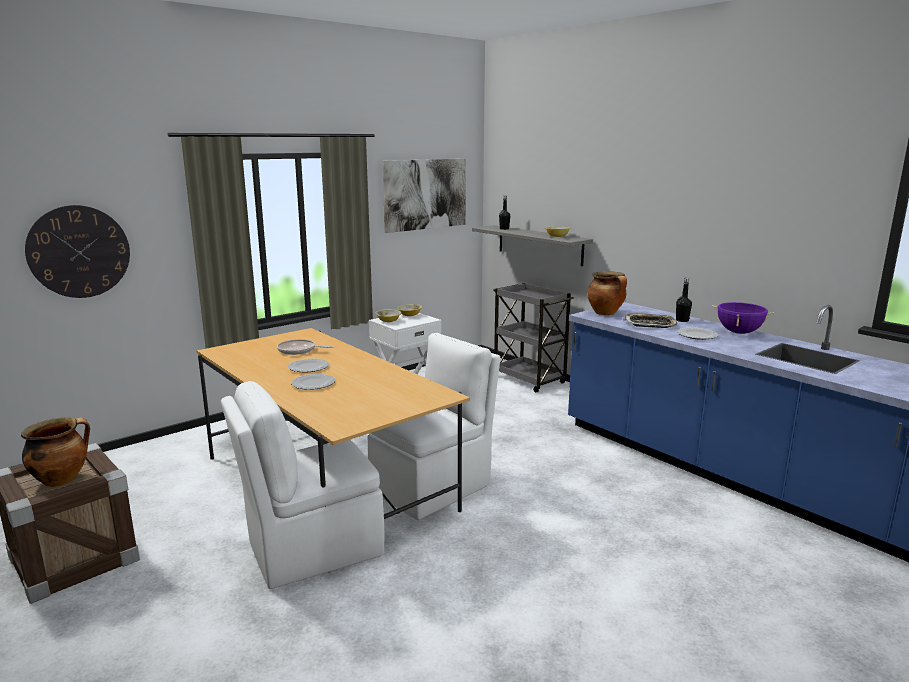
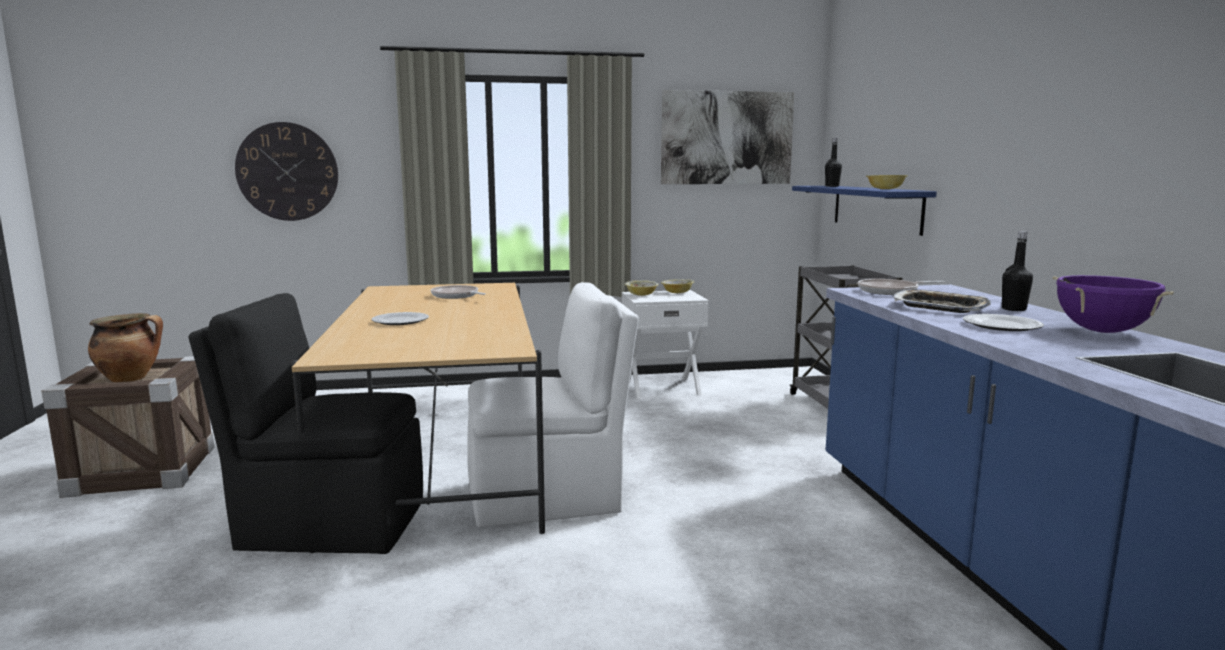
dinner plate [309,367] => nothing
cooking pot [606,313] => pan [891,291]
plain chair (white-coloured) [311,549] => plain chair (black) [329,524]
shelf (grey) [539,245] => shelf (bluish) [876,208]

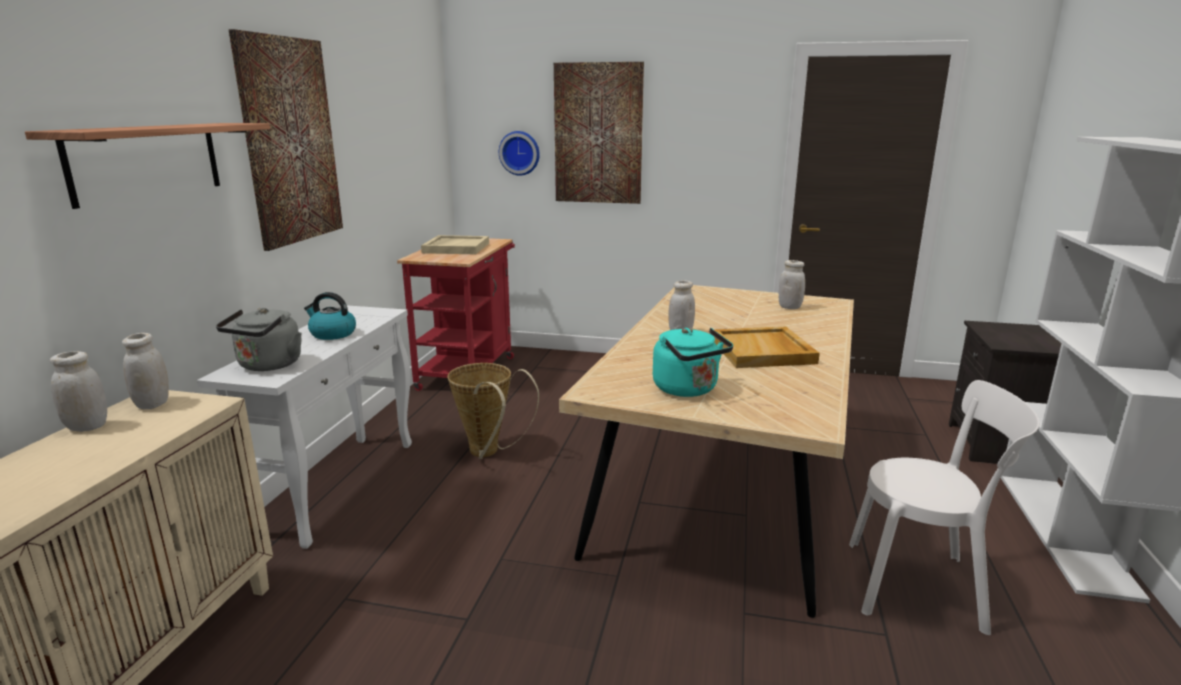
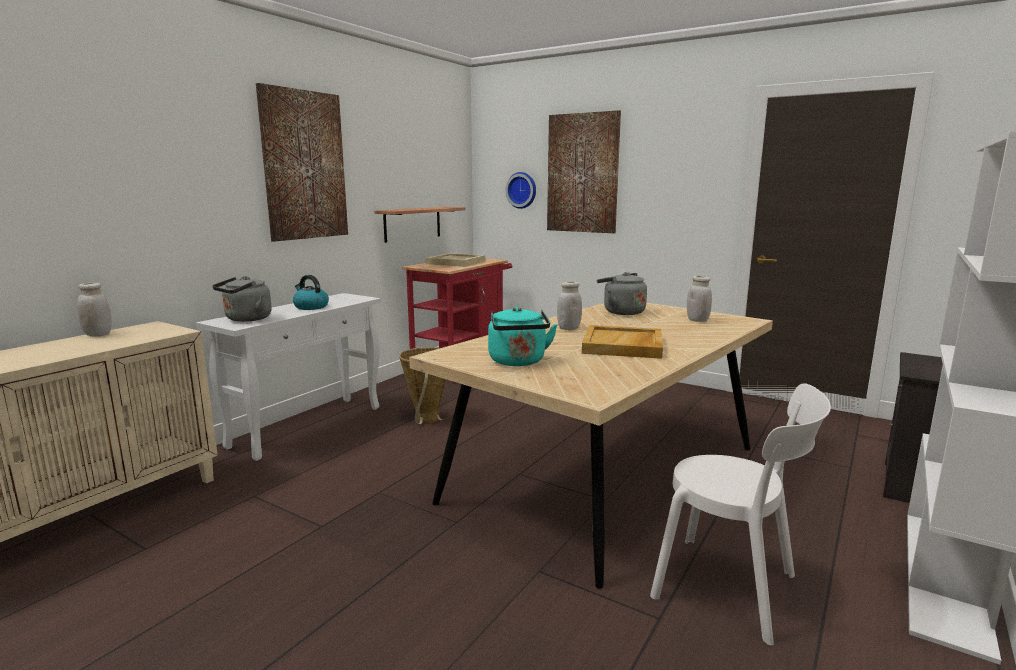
storage jar (white-coloured) [153,404] => nothing
nothing => tea kettle (grey) [621,312]
shelf [146,161] => shelf [412,223], moved

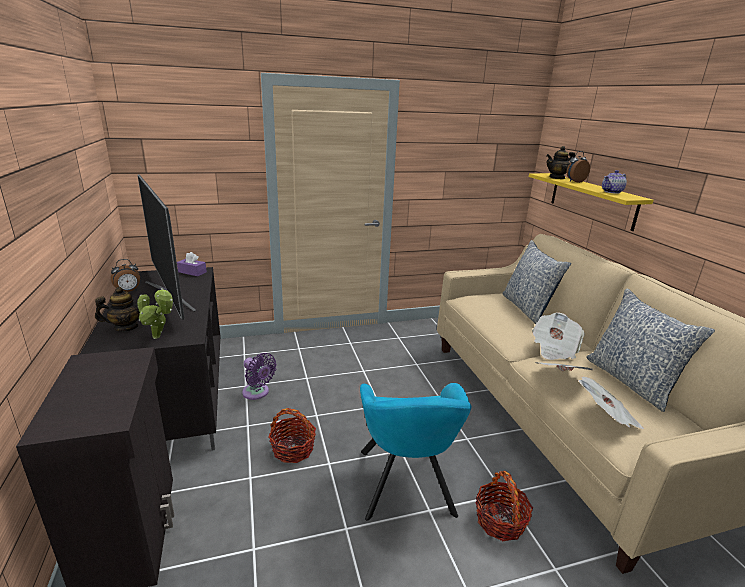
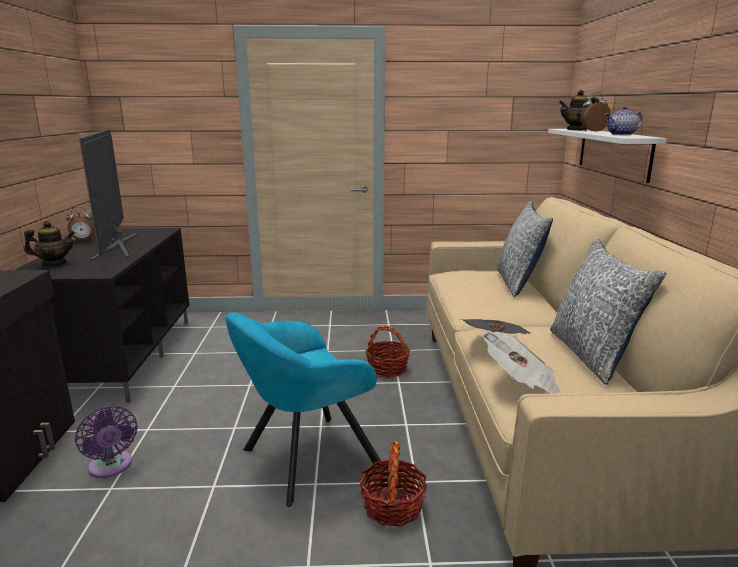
houseplant [158,337] => nothing
tissue box (purple) [192,272] => nothing
newspaper [554,348] => nothing
electric fan (purple) [257,393] => electric fan (purple) [111,467], moved
household basket [293,449] => household basket [387,369], moved
shelf (yellow-coloured) [591,200] => shelf (white-coloured) [613,152]
lounge chair (blue-green) [406,486] => lounge chair (blue-green) [304,459], 45 degrees clockwise

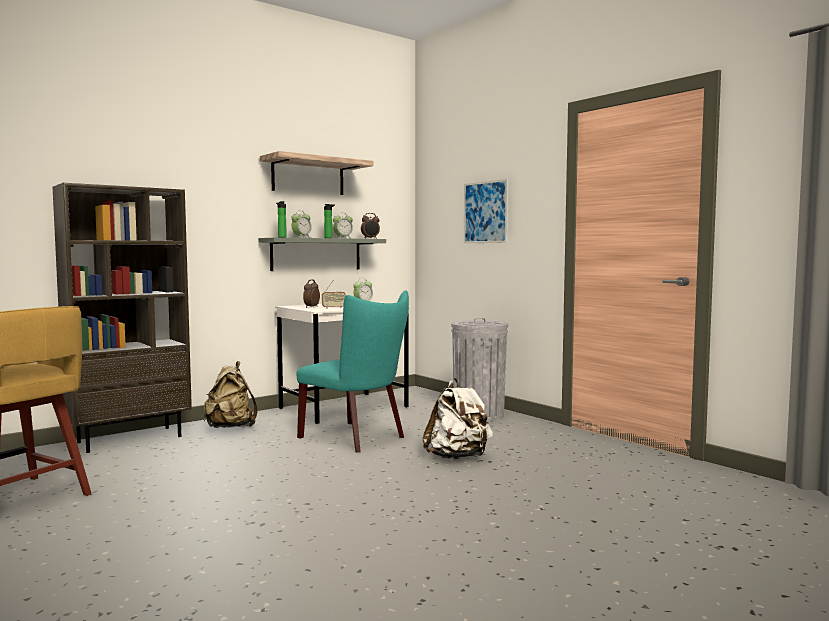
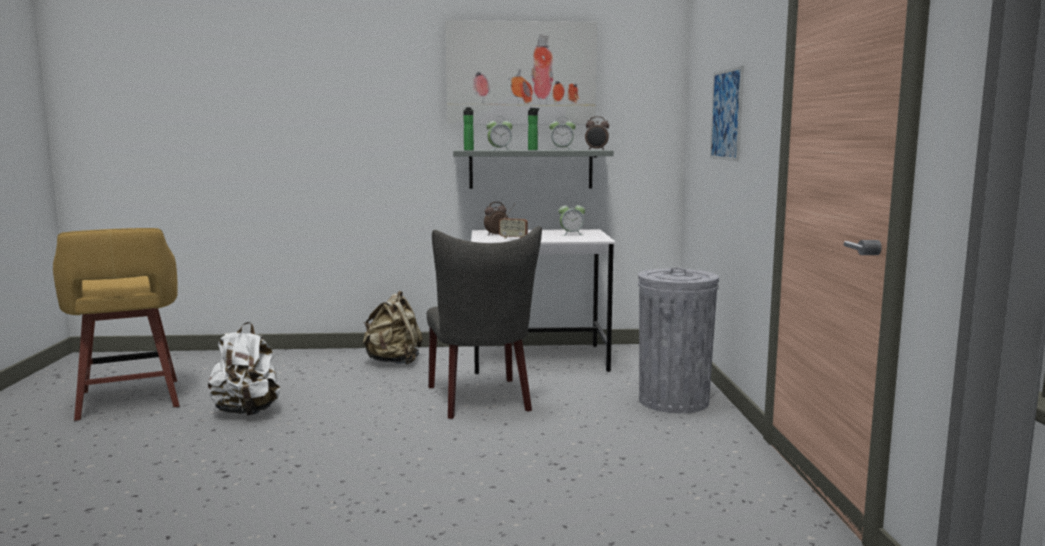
bookshelf (brown) [130,439] => nothing
rucksack (white-coloured) [458,457] => rucksack (white-coloured) [247,412], moved
shelf [308,176] => wall picture [521,73]
plain chair (blue-green) [357,438] => plain chair (grey) [482,400]

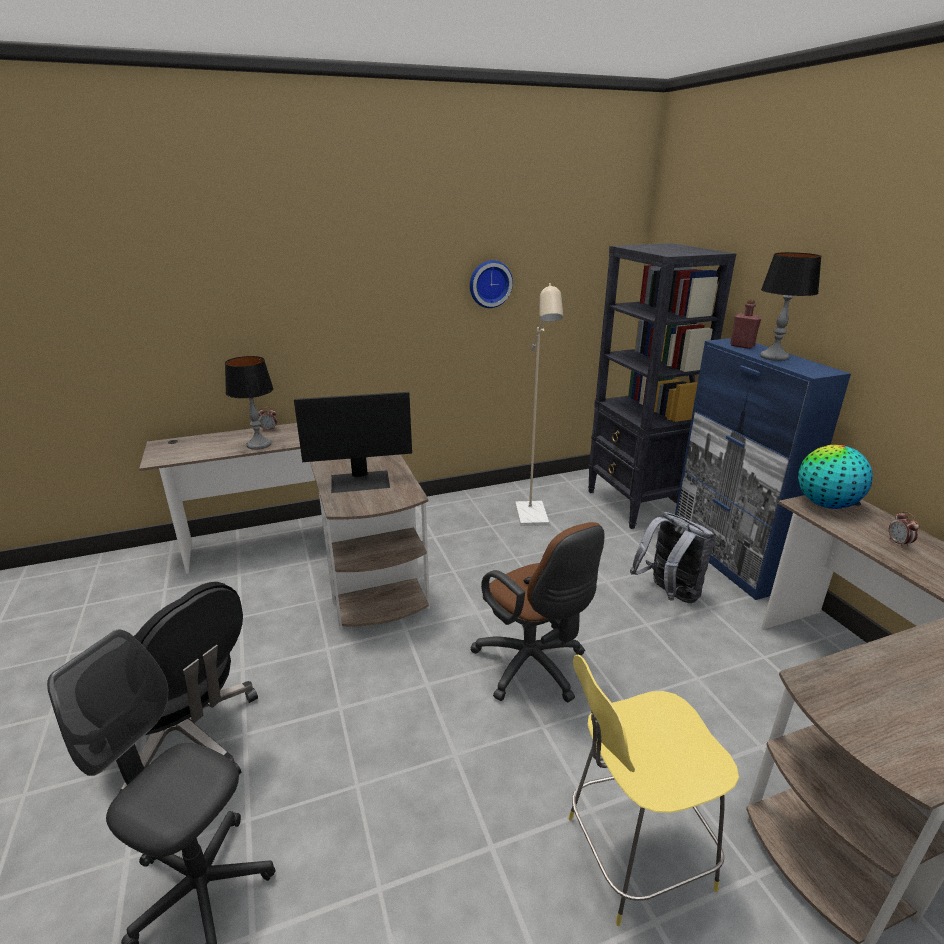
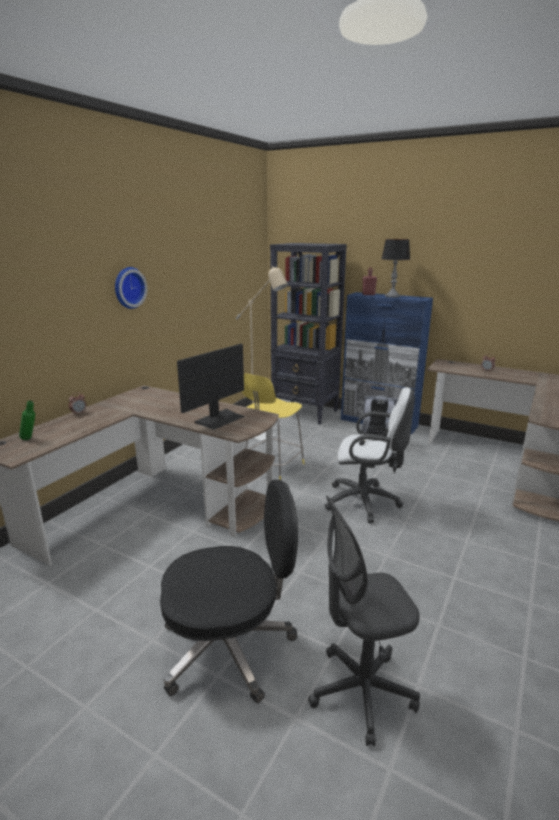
lamp for a table [258,445] => nothing
desk globe [825,504] => nothing
nothing => beverage bottle (green) [30,439]
wall clock [489,283] => wall clock [128,287], moved
stool seat (yellow-coloured) [633,853] => stool seat (yellow-coloured) [272,467], moved
office chair (brown) [533,668] => office chair (white-coloured) [366,502]

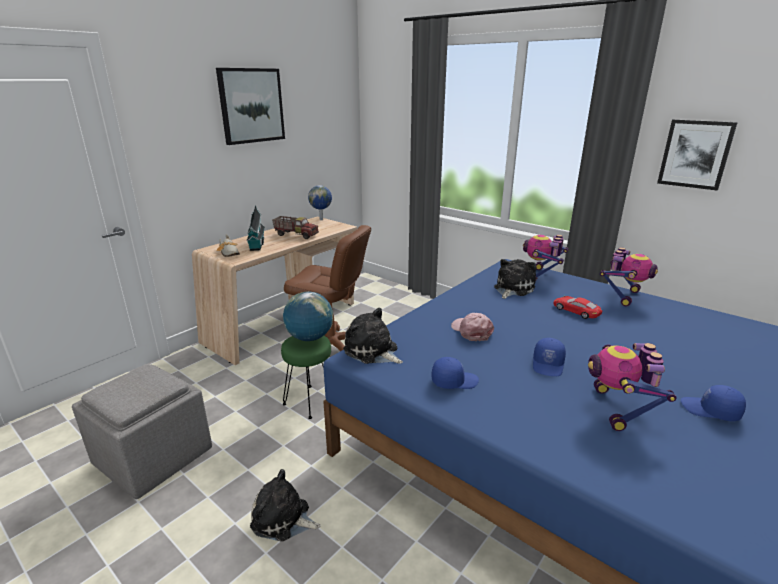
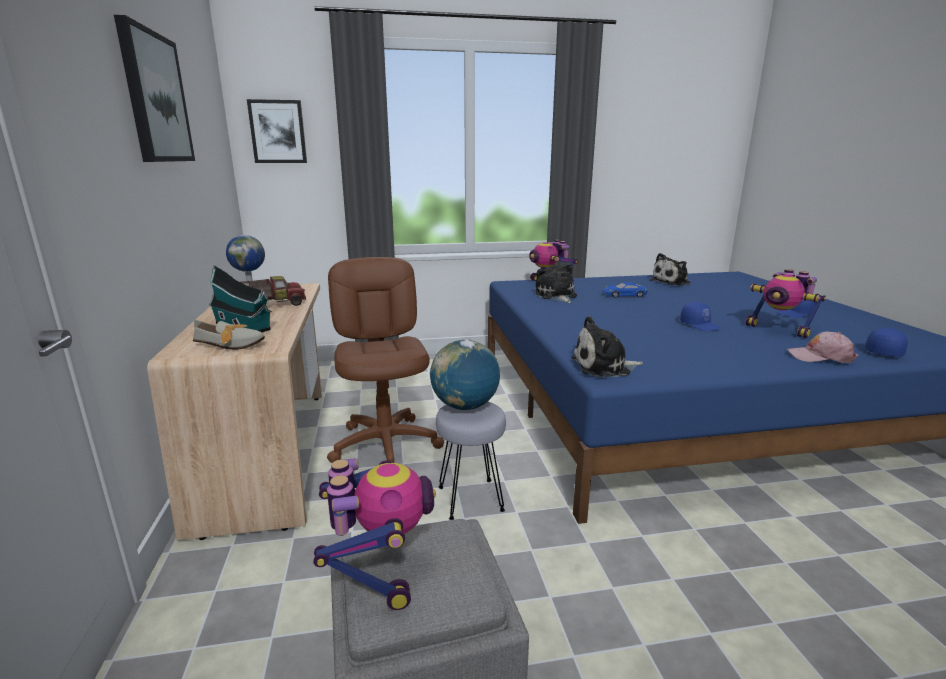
soft toy [283,519] => soft toy [672,282], moved
cap (bluish) [454,381] => cap (bluish) [881,351], moved
cap (pink) [471,331] => cap (pink) [820,357], moved
robot figure [623,296] => robot figure [378,568], moved
wall picture [695,154] => wall picture [278,132], moved
stool seat (green) [311,401] => stool seat (grey) [470,498]
model car (red) [576,310] => model car (bluish) [624,295]
office chair (brown) [331,348] => office chair (brown) [386,445], 75 degrees counterclockwise

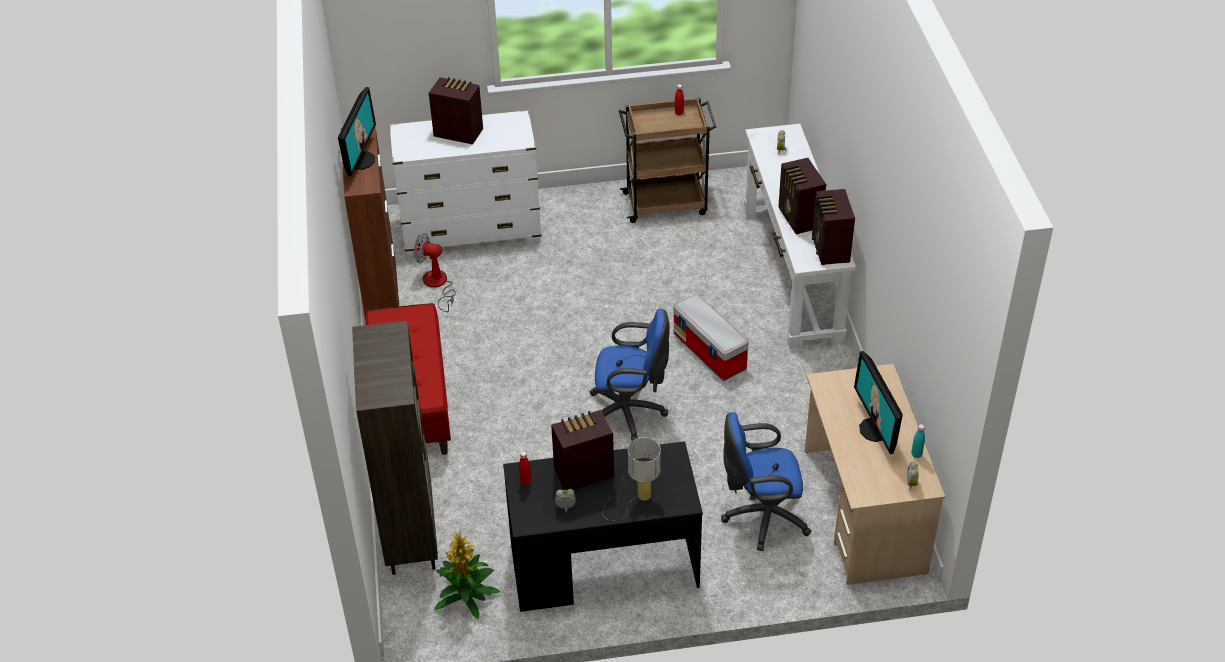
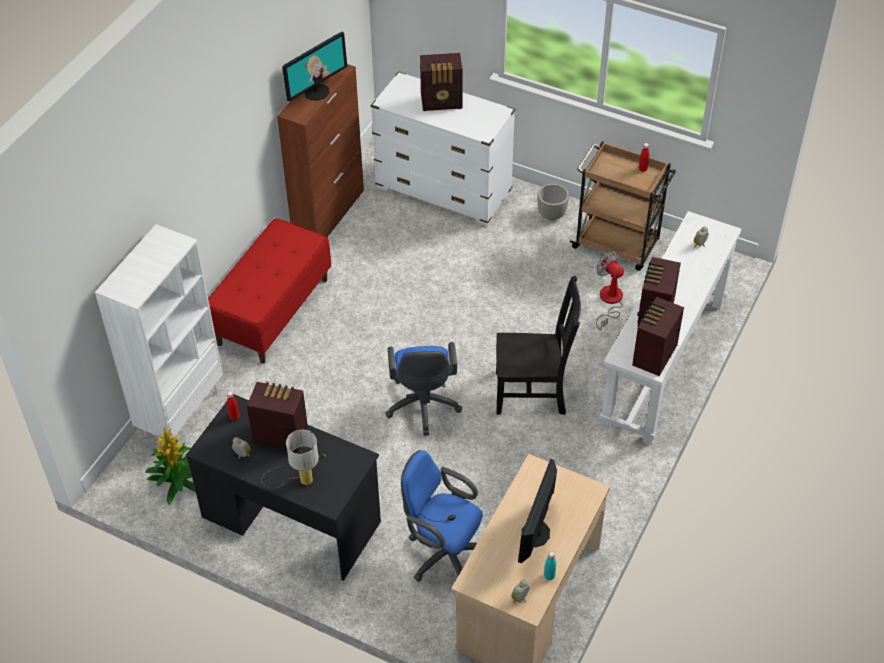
nothing => plant pot (grey) [552,215]
electric fan [437,285] => electric fan [609,302], moved
storage container [710,352] => plain chair (black) [533,392]
bookshelf (brown) [409,537] => bookshelf (white-coloured) [181,413]
radio set [458,132] => radio set [442,102], 120 degrees clockwise
office chair (bluish) [629,413] => office chair (bluish) [423,408], 45 degrees clockwise

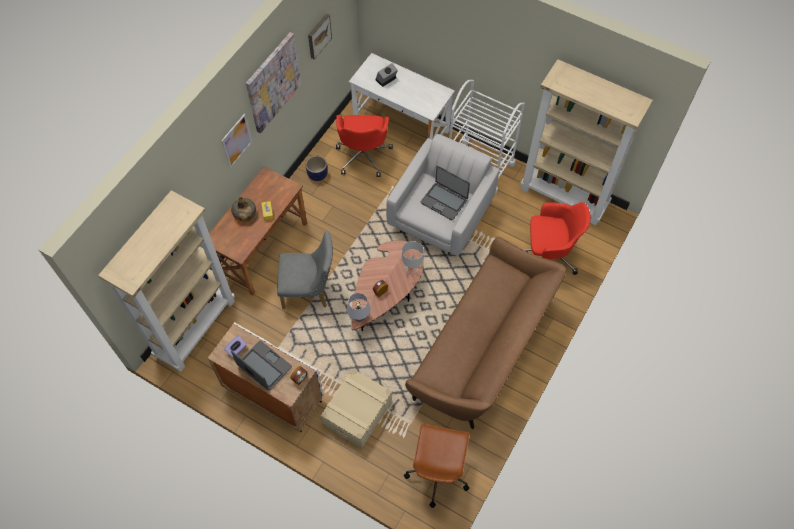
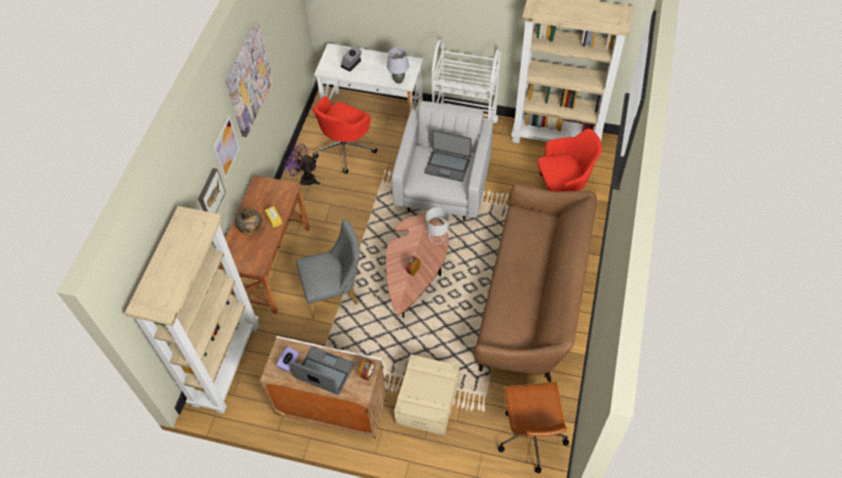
wall picture [318,35] => wall picture [210,194], moved
lamp for a table (grey) [359,318] => lamp for a table (grey) [398,80], moved
plant pot [317,175] => electric fan (purple) [304,178]
office chair (red) [363,155] => office chair (red) [345,148], 45 degrees clockwise

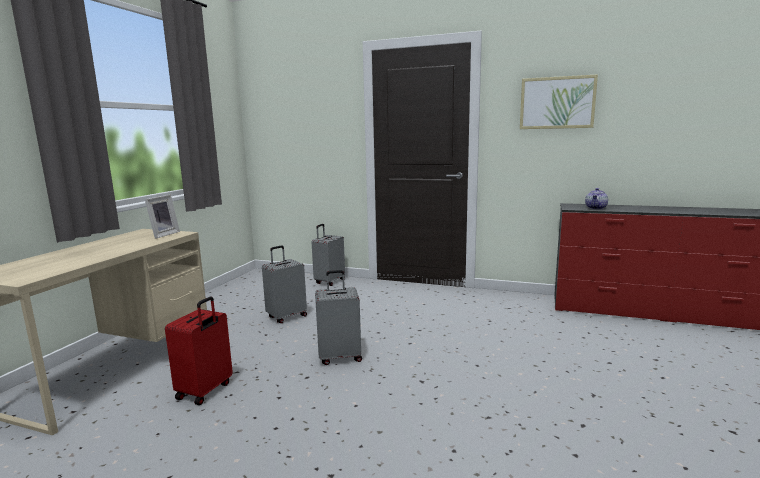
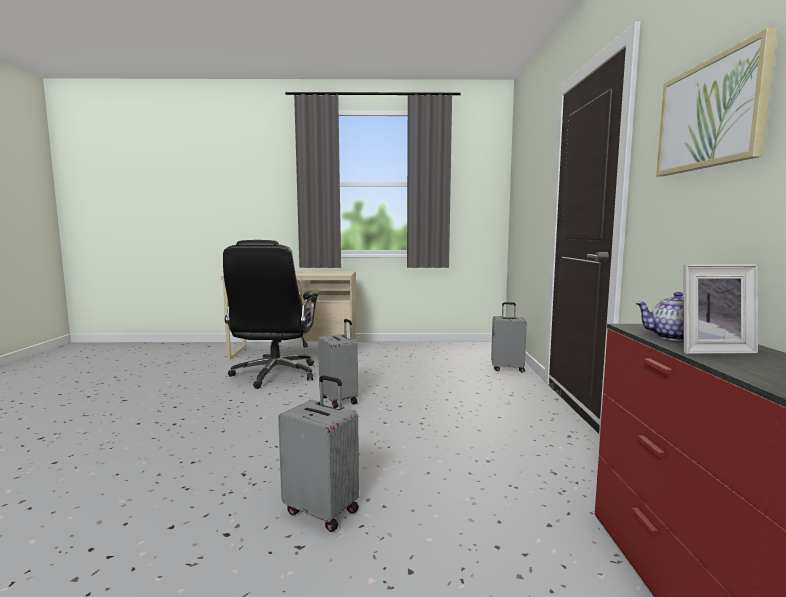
picture frame [163,234] => picture frame [710,350], moved
travel case (grey) [286,316] => travel case (grey) [323,510], moved
travel case (red) [205,391] => office chair (black) [274,375]

